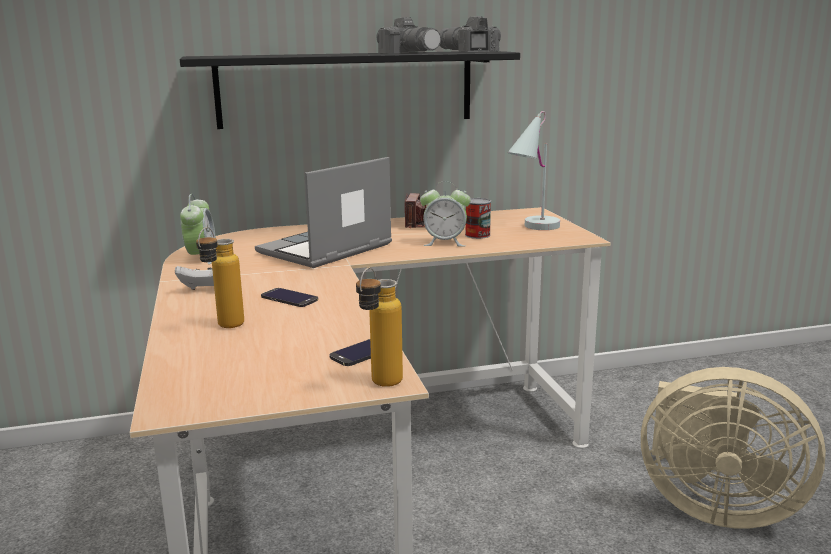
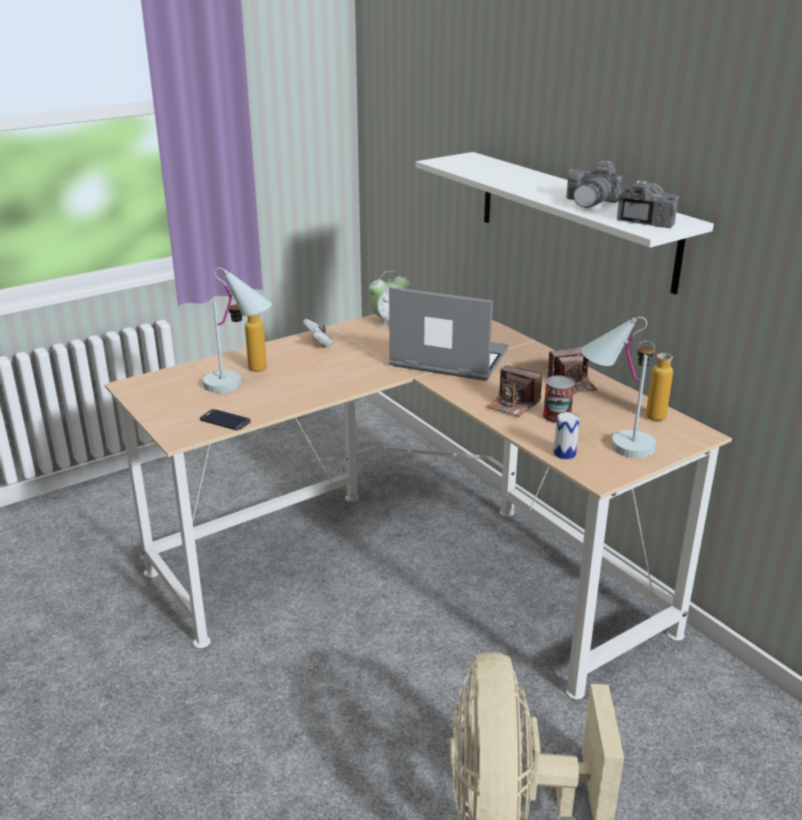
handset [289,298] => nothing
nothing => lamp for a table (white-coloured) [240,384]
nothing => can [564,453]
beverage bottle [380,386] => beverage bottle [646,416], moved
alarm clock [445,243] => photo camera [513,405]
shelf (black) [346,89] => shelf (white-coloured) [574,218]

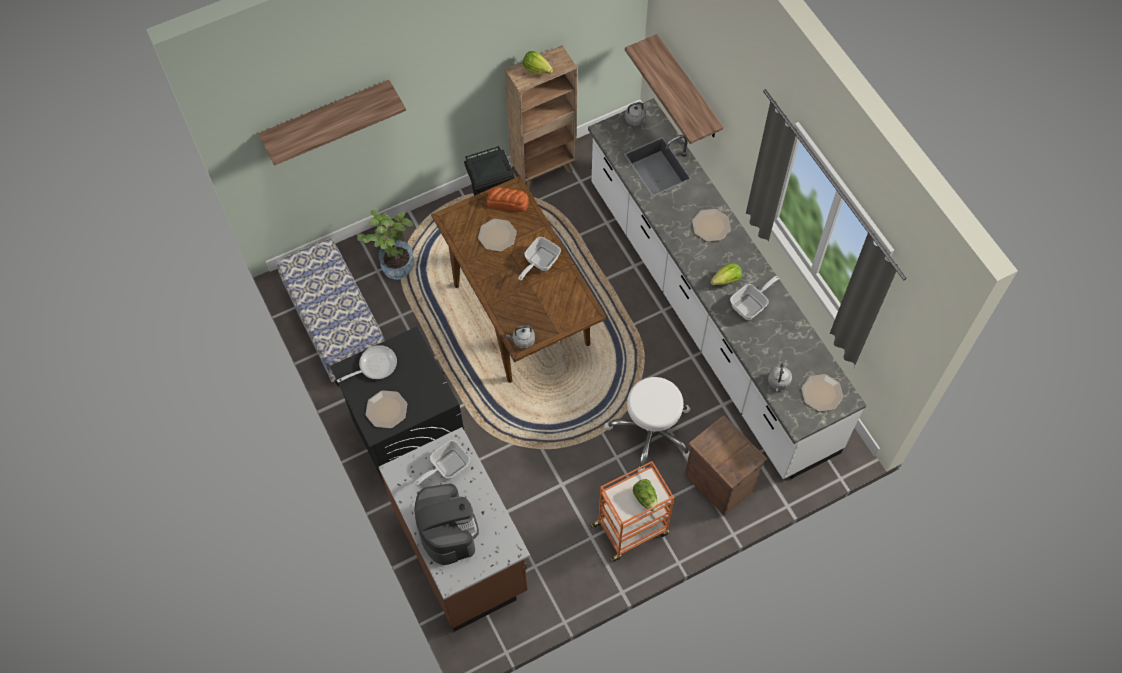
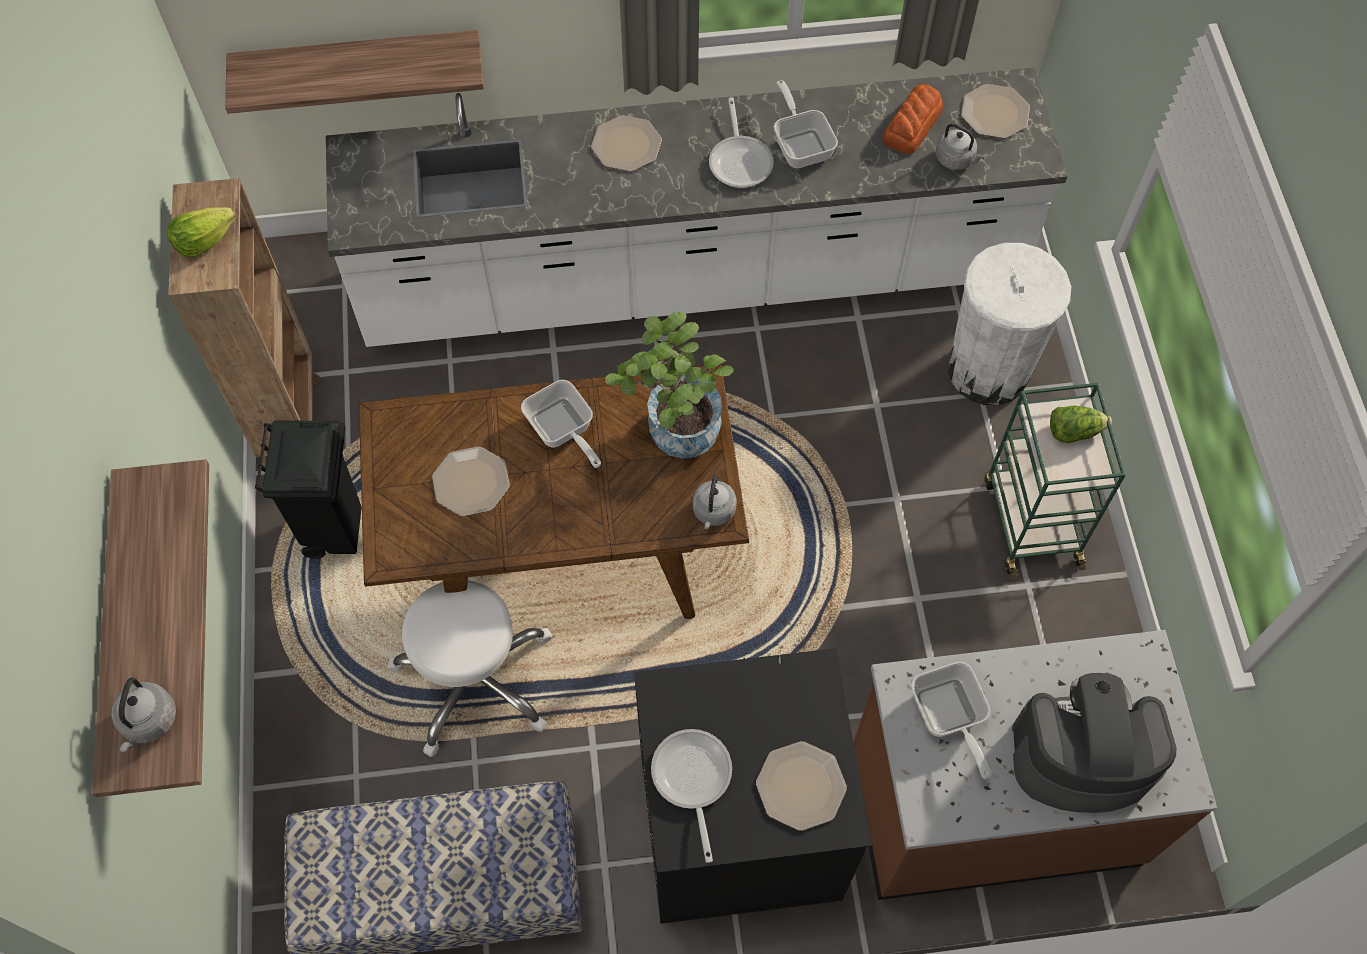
houseplant [394,262] => houseplant [674,433], moved
bread [508,202] => bread [913,125], moved
stool seat (white-coloured) [651,432] => stool seat (white-coloured) [475,678], moved
tea kettle (grey) [633,120] => tea kettle (grey) [149,722], moved
packing crate [718,482] => rubbish bin (white-coloured) [988,370]
head of lettuce [726,280] => pan [740,160]
trolley (orange-coloured) [631,529] => trolley (green) [1031,520]

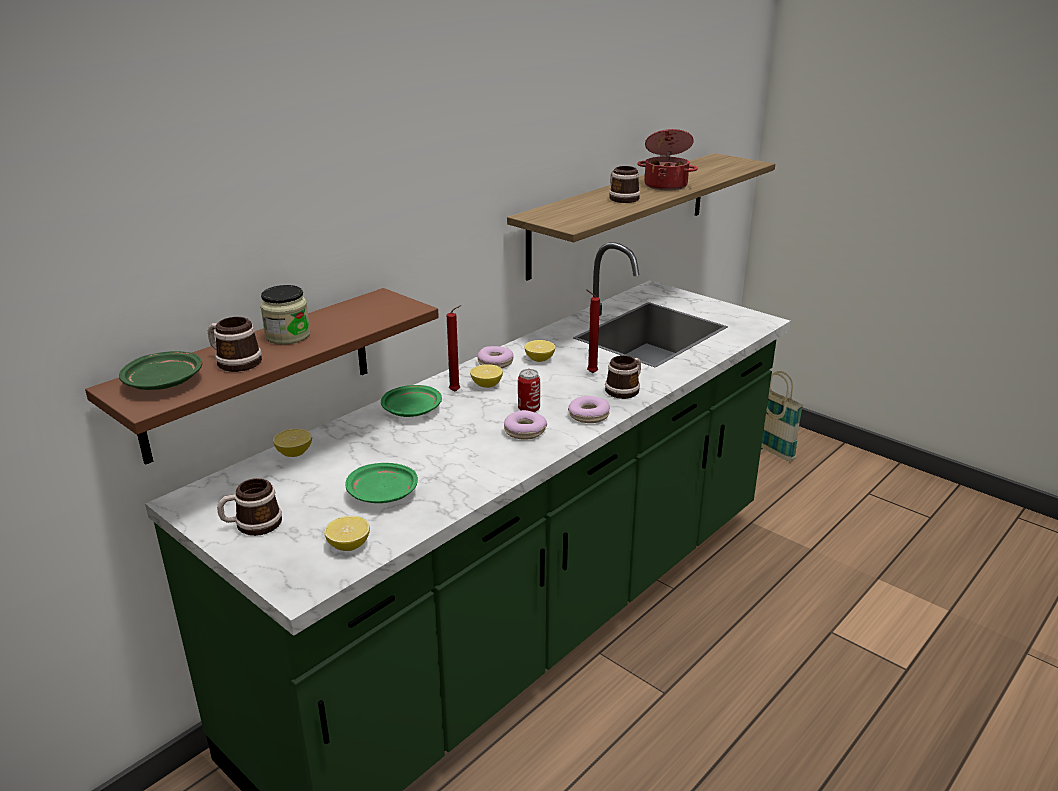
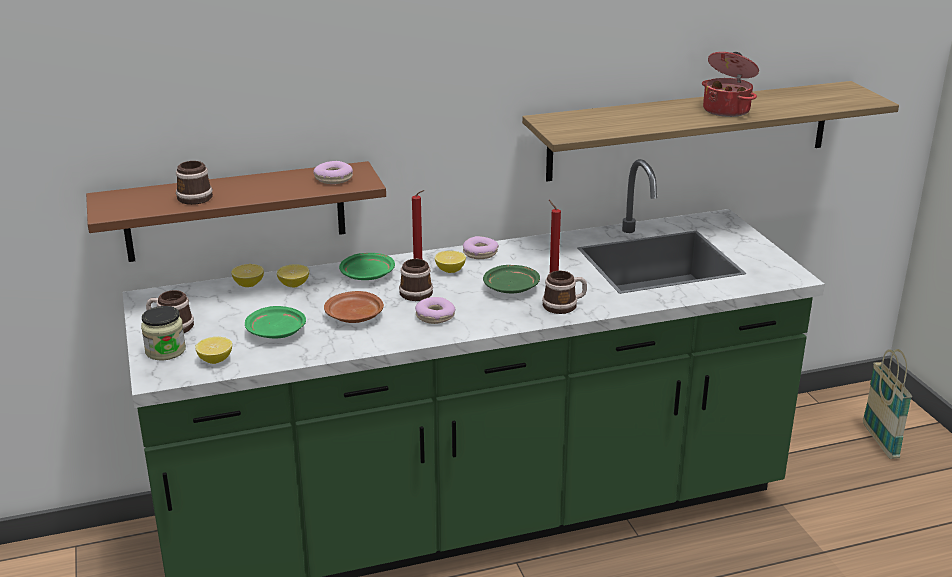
can [529,409] => nothing
nothing => dinner plate (brown) [354,317]
dinner plate (green) [164,382] => dinner plate (green) [511,288], moved
storage jar [288,336] => storage jar [165,351], moved
whole lemon [539,359] => whole lemon [294,285], moved
doughnut [588,415] => doughnut [333,178], moved
coffee mug [621,198] => coffee mug [416,291], moved

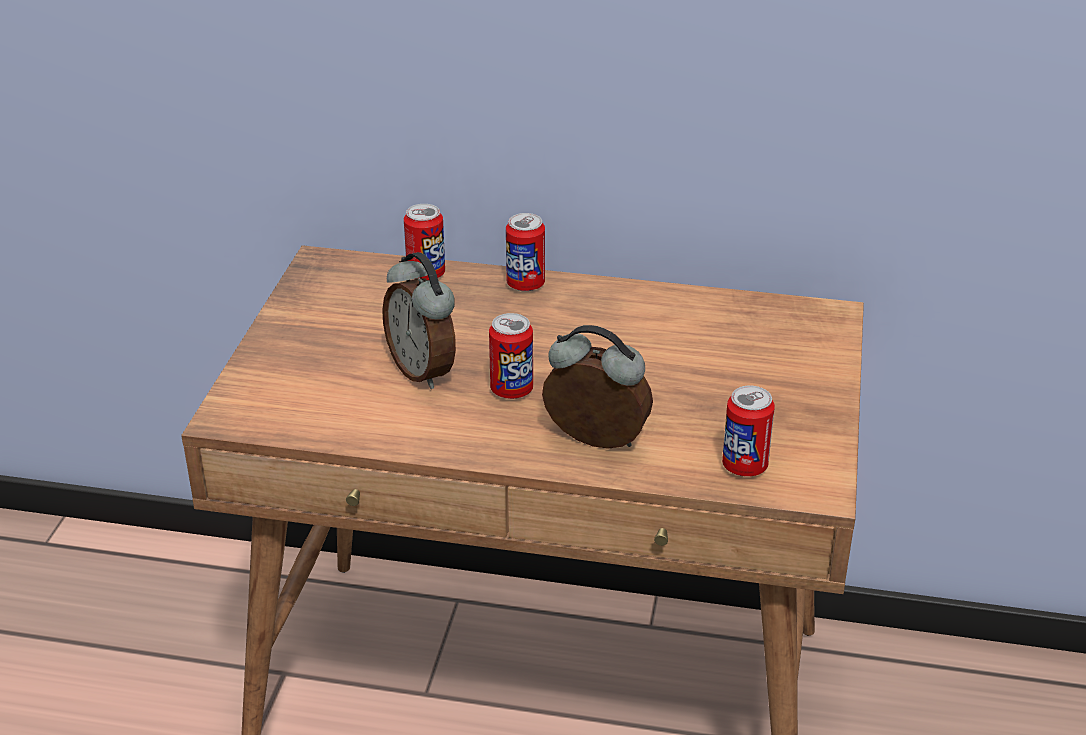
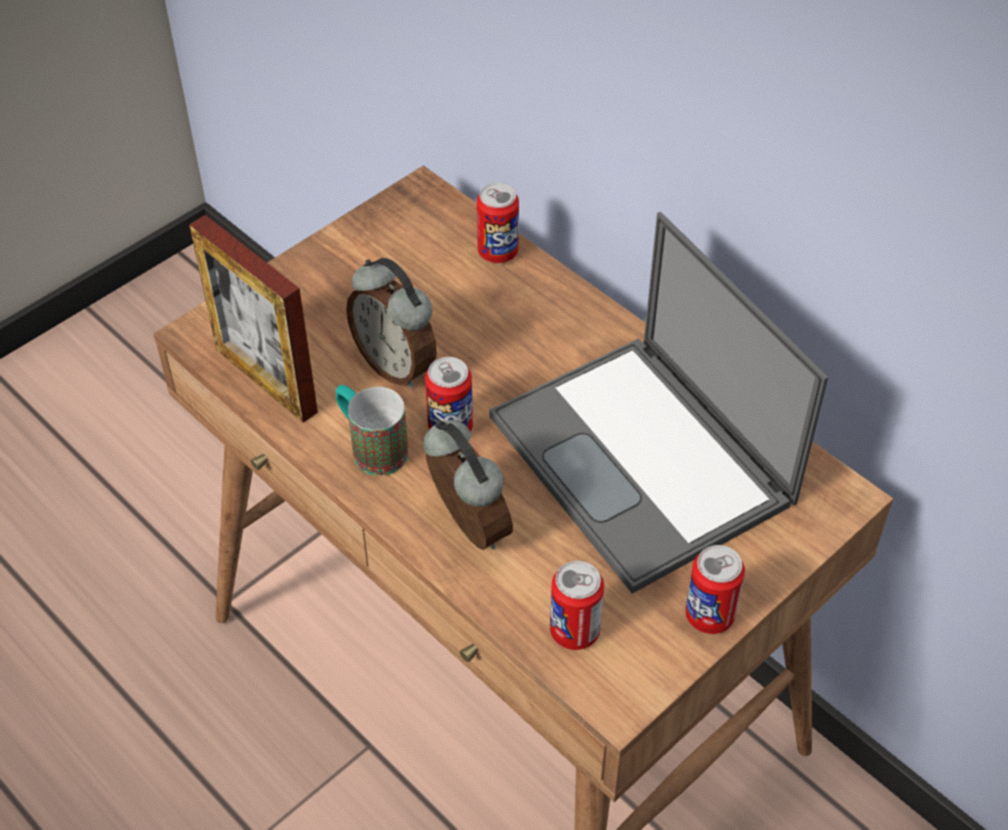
nothing => picture frame [266,380]
nothing => coffee mug [371,447]
nothing => notebook computer [644,461]
can [525,284] => can [709,616], moved
alarm clock [423,371] => alarm clock [396,365], 45 degrees counterclockwise

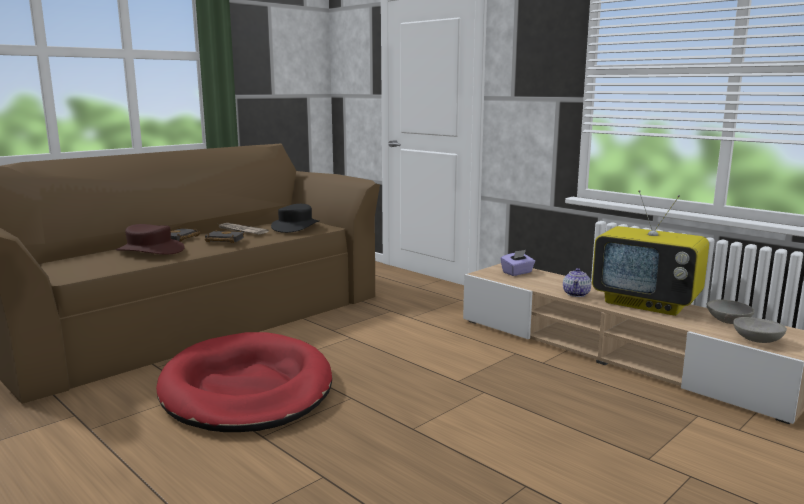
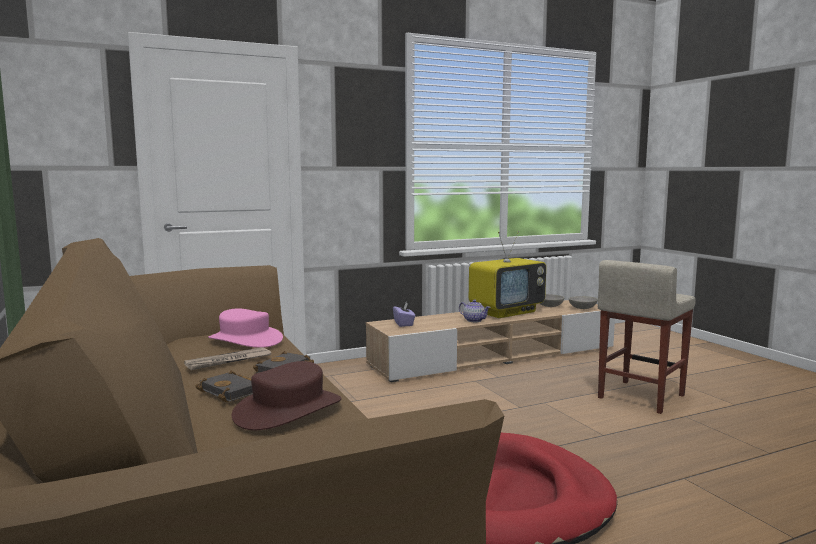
nothing => stool seat (beige-coloured) [640,397]
clothing hat (black) [295,226] => clothing hat (pink) [245,340]

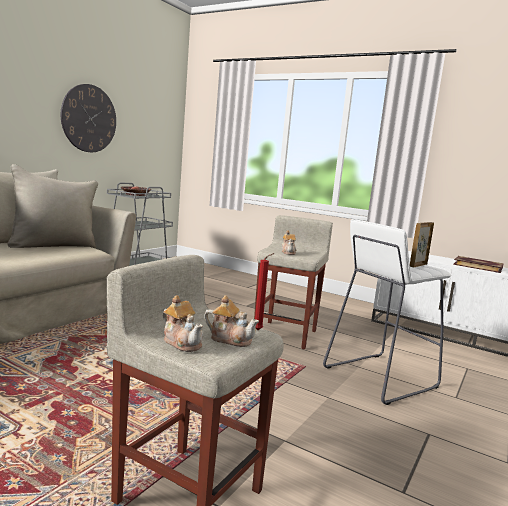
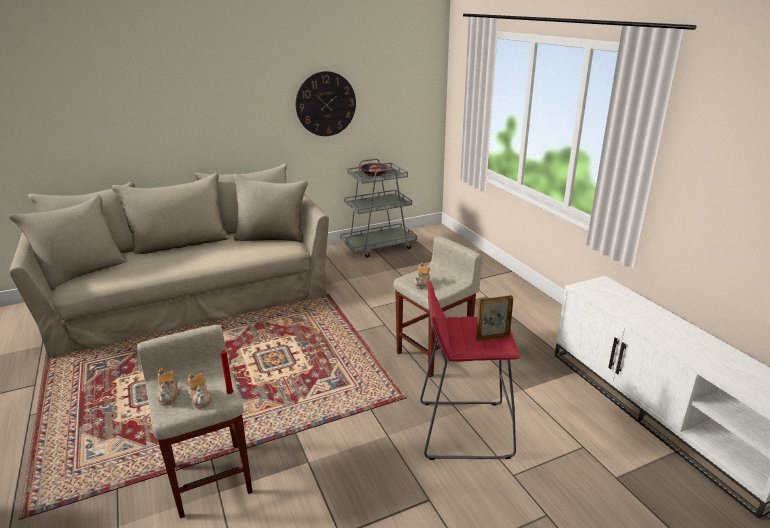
volume [478,266] => nothing
stool seat (white-coloured) [379,377] => stool seat (red) [463,429]

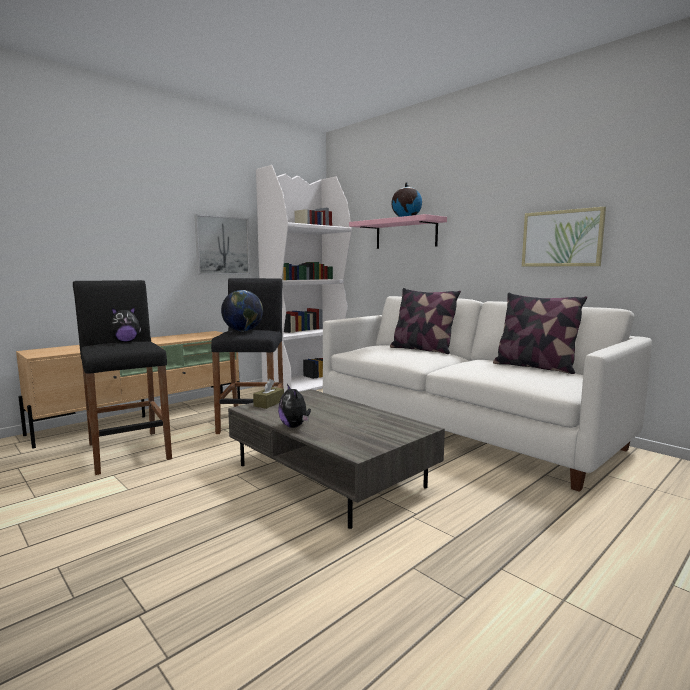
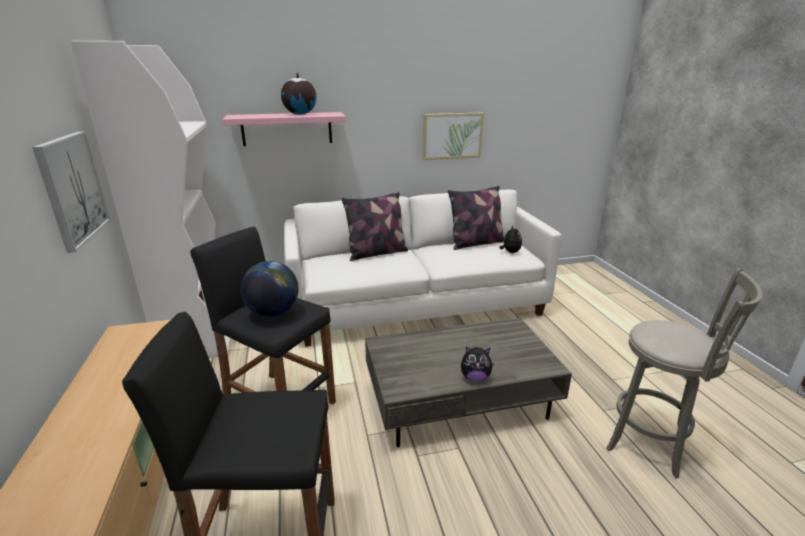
tissue box (brown) [269,403] => nothing
nothing => stool seat (grey) [651,442]
soft toy [125,342] => soft toy [510,252], moved

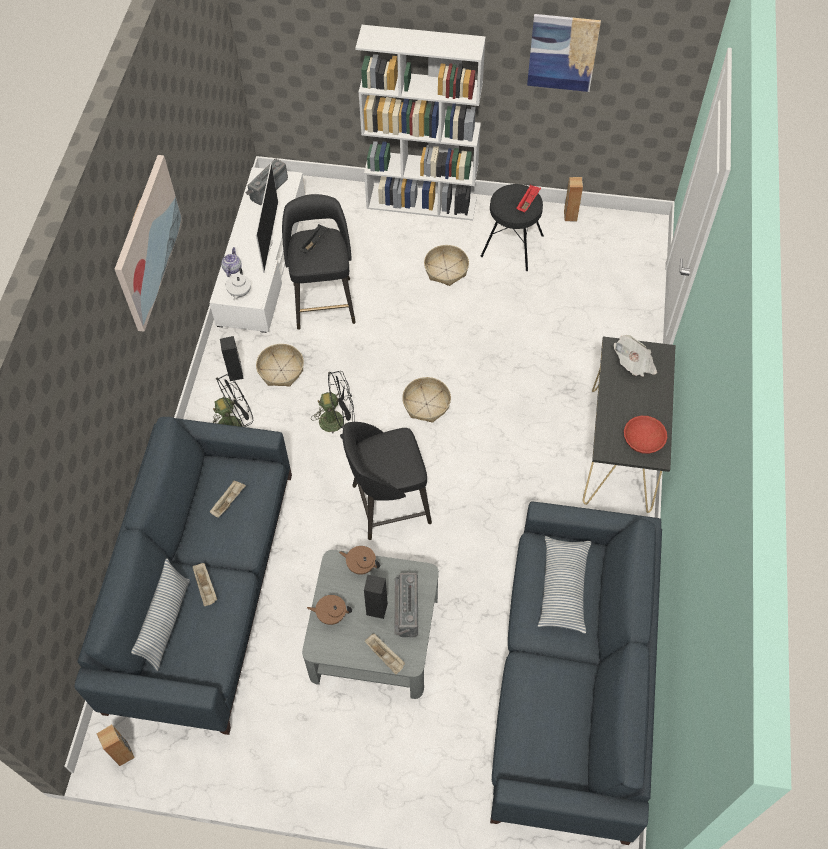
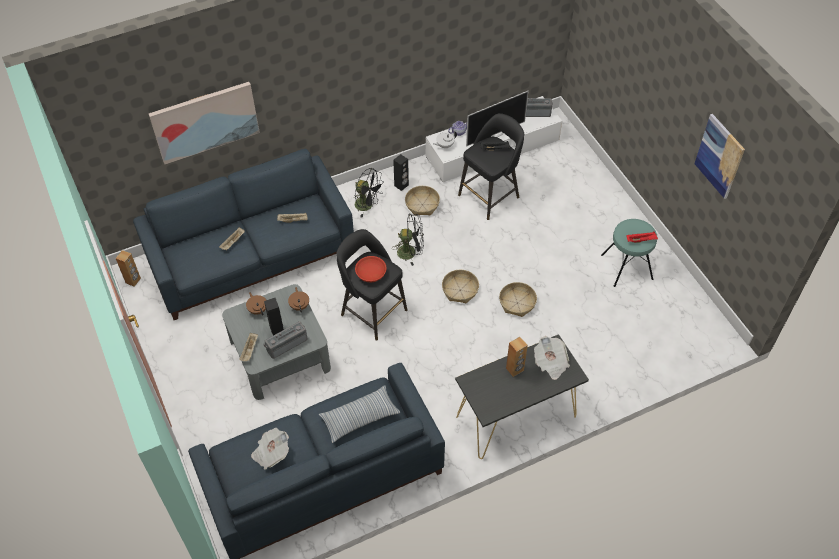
pillow [166,623] => nothing
bookshelf (white-coloured) [422,203] => nothing
nothing => newspaper [271,453]
wall picture [146,243] => wall picture [205,121], moved
household basket [446,269] => household basket [517,303], moved
speaker (brown) [570,216] => speaker (brown) [515,369], moved
serving bowl (red) [643,440] => serving bowl (red) [371,273], moved
stool seat (black) [512,246] => stool seat (blue-green) [626,267]
electric fan (black) [337,419] => electric fan (black) [411,252], 45 degrees counterclockwise

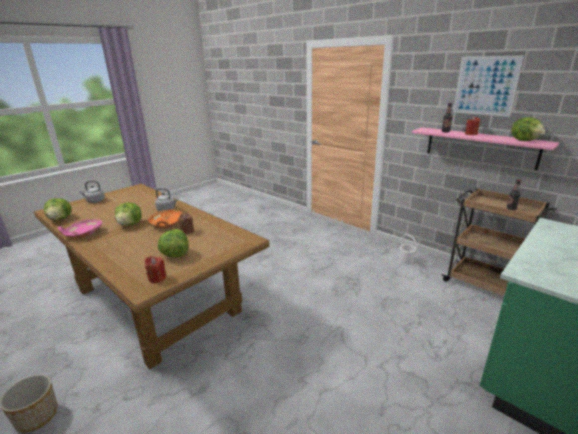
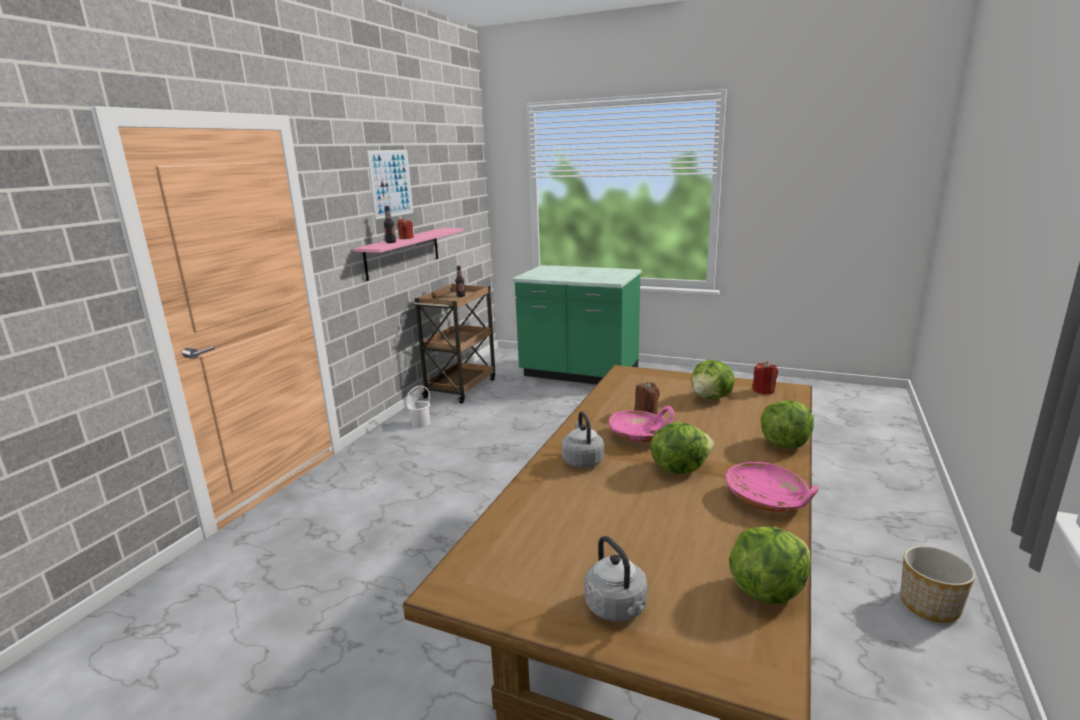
head of lettuce [525,140] => head of lettuce [784,443], moved
serving bowl (orange-coloured) [166,224] => serving bowl (pink) [641,436]

